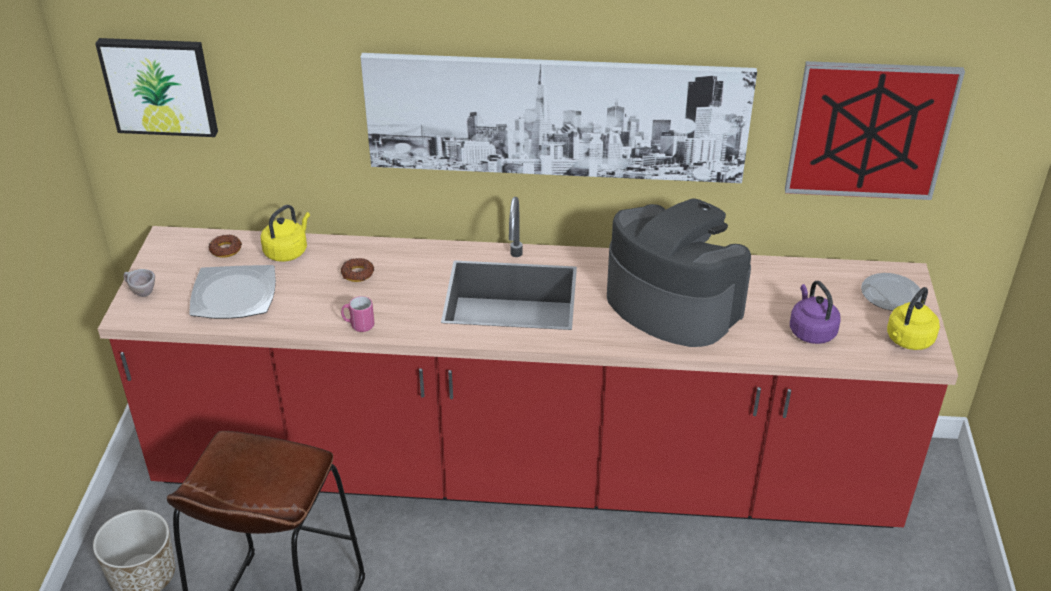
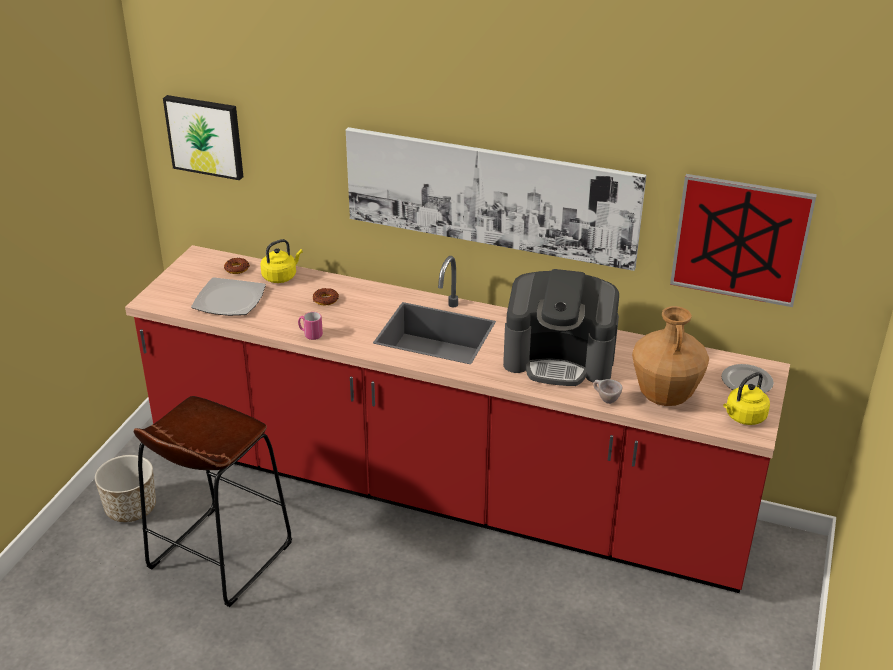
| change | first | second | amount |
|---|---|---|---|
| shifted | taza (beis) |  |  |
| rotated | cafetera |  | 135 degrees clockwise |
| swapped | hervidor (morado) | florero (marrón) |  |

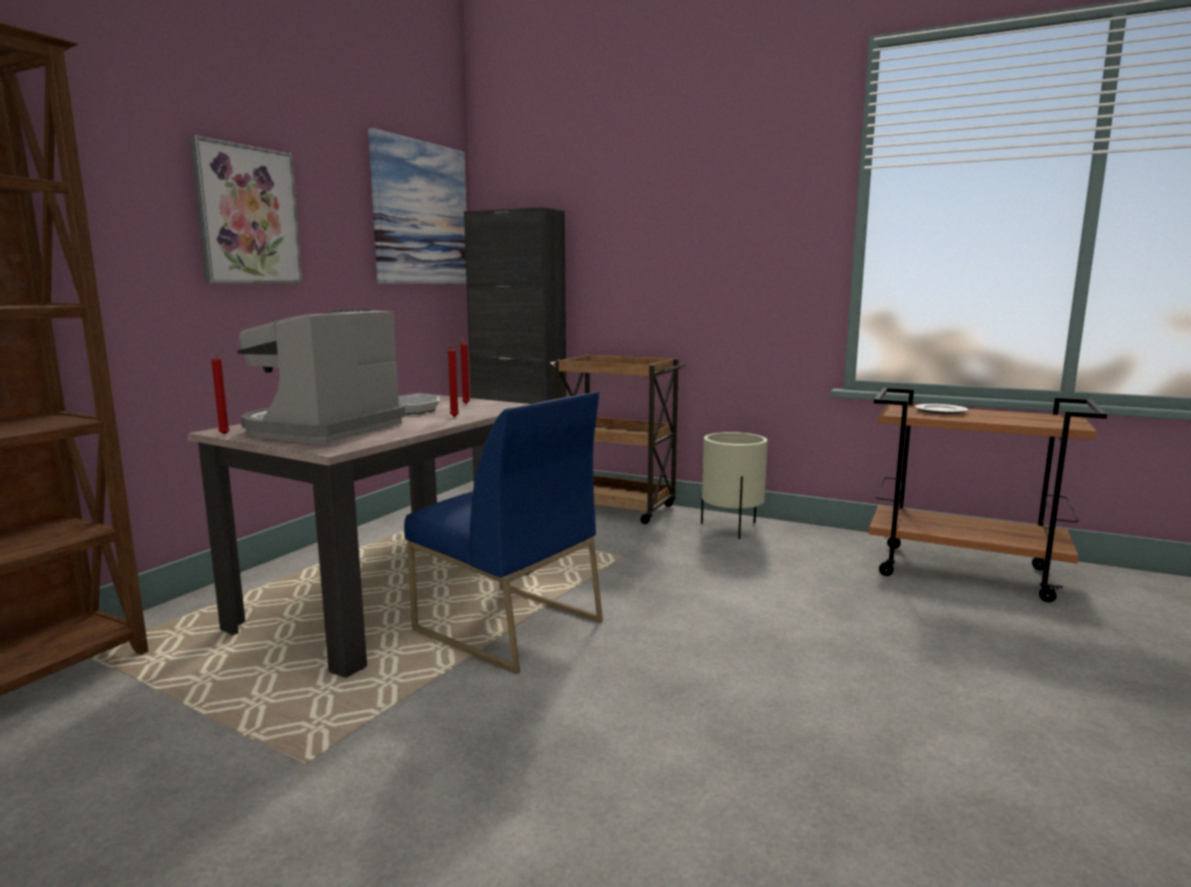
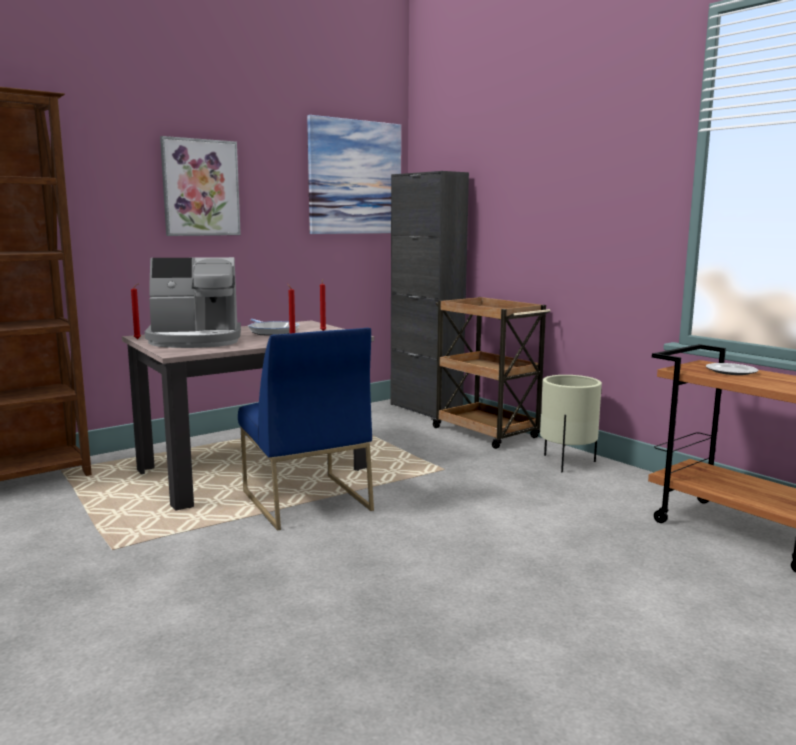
| change | first | second | amount |
|---|---|---|---|
| rotated | cafetera |  | 150 degrees counterclockwise |

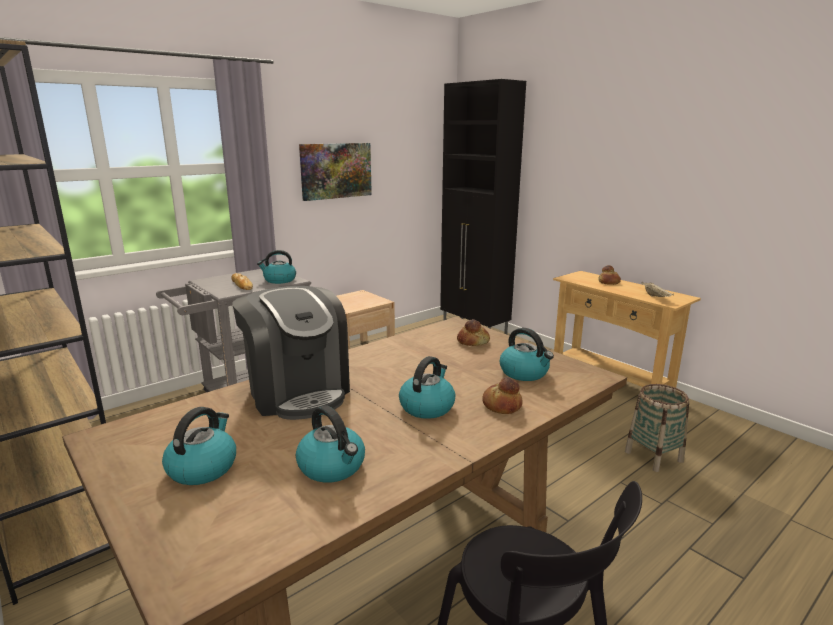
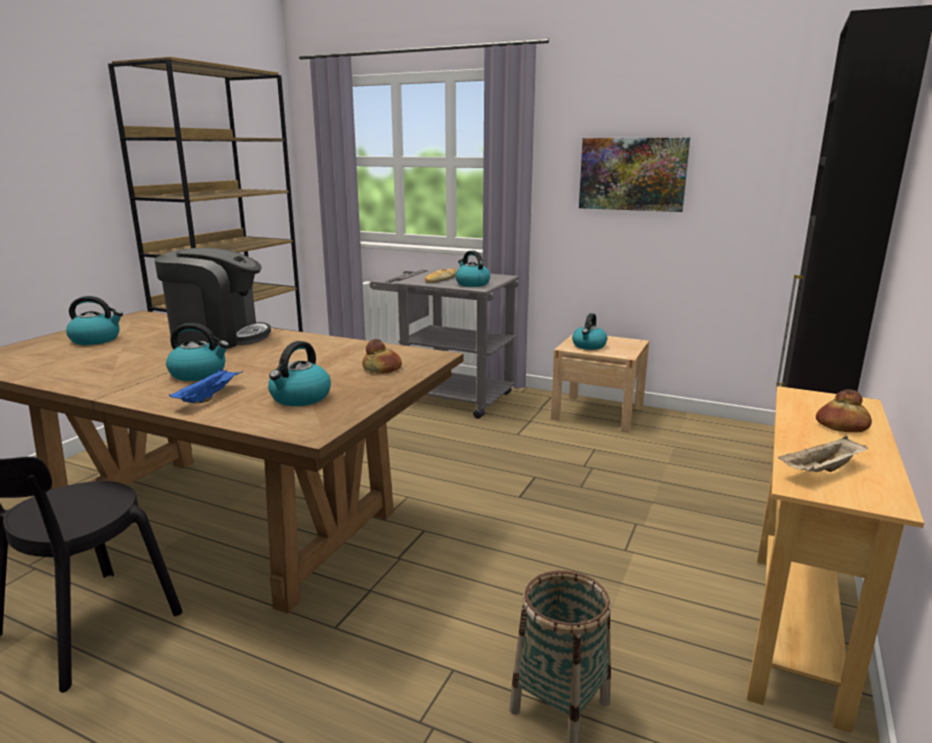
| change | first | second | amount |
|---|---|---|---|
| rotated | cafetera |  | 120 degrees counterclockwise |
| shifted | hervidor (no. 3 from left in the first image) | hervidor (no. 5 from left) |  |
| swapped | pan (no. 3 from left) | bandeja (azul) |  |

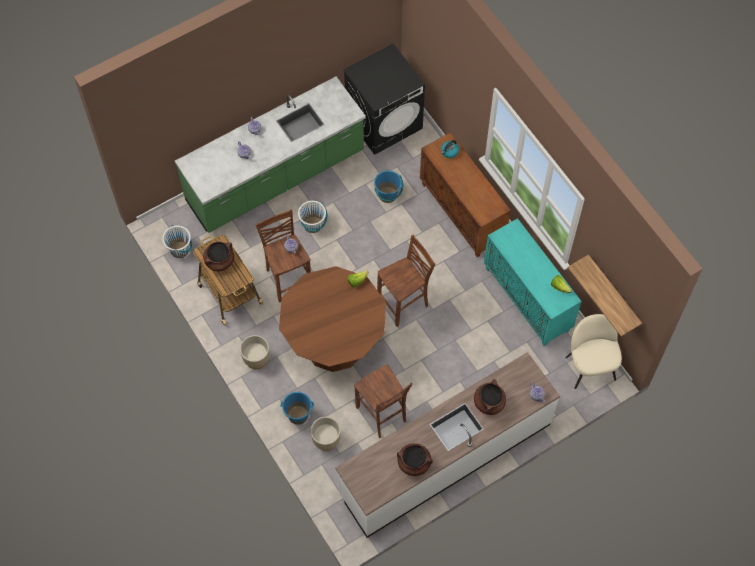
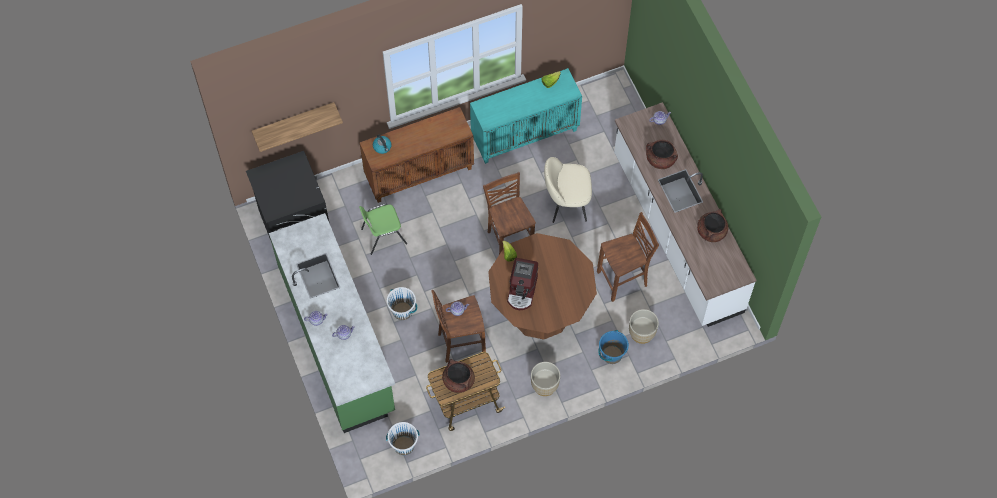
| change | first | second | amount |
|---|---|---|---|
| swapped | cubo (azul) (no. 2 from left) | silla (verde) |  |
| shifted | silla (beis) |  |  |
| shifted | estante |  |  |
| new |  | cafetera |  |

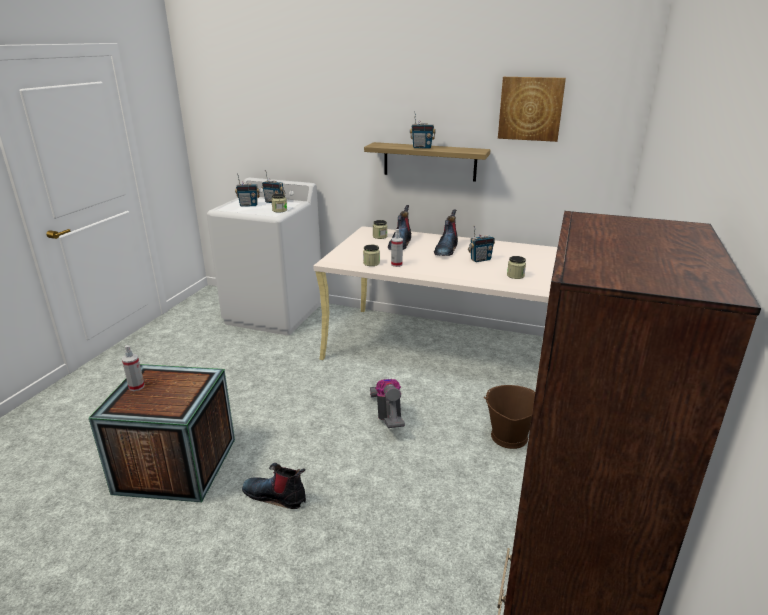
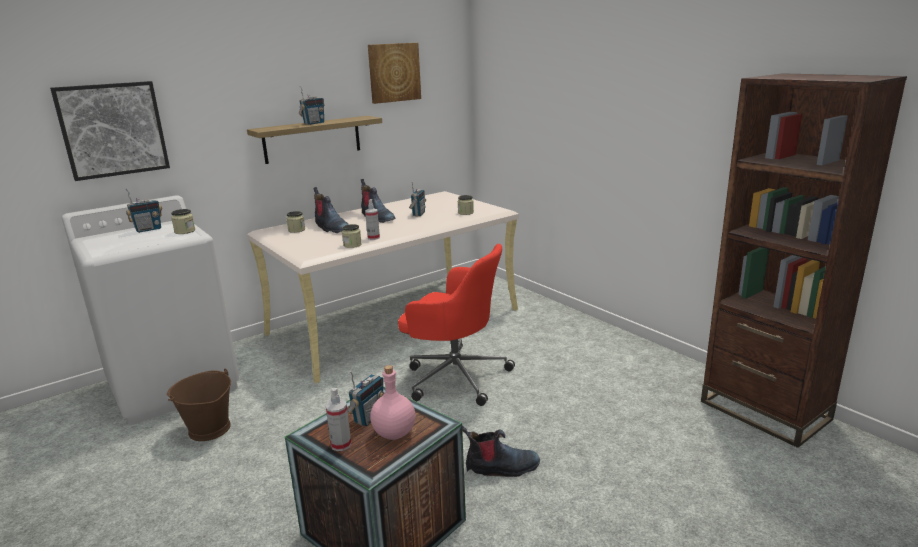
| change | first | second | amount |
|---|---|---|---|
| shifted | radio (no. 1 from left in the first image) | radio (no. 3 from left) |  |
| rotated | bota (no. 1 from left in the first image) | bota (no. 3 from left) | 150 degrees counterclockwise |
| swapped | aspiradora | silla de oficina (rojo) |  |
| shifted | cubo (marrón) |  |  |
| new |  | cuadro (no. 1 from left) |  |
| new |  | botella (rosa) |  |

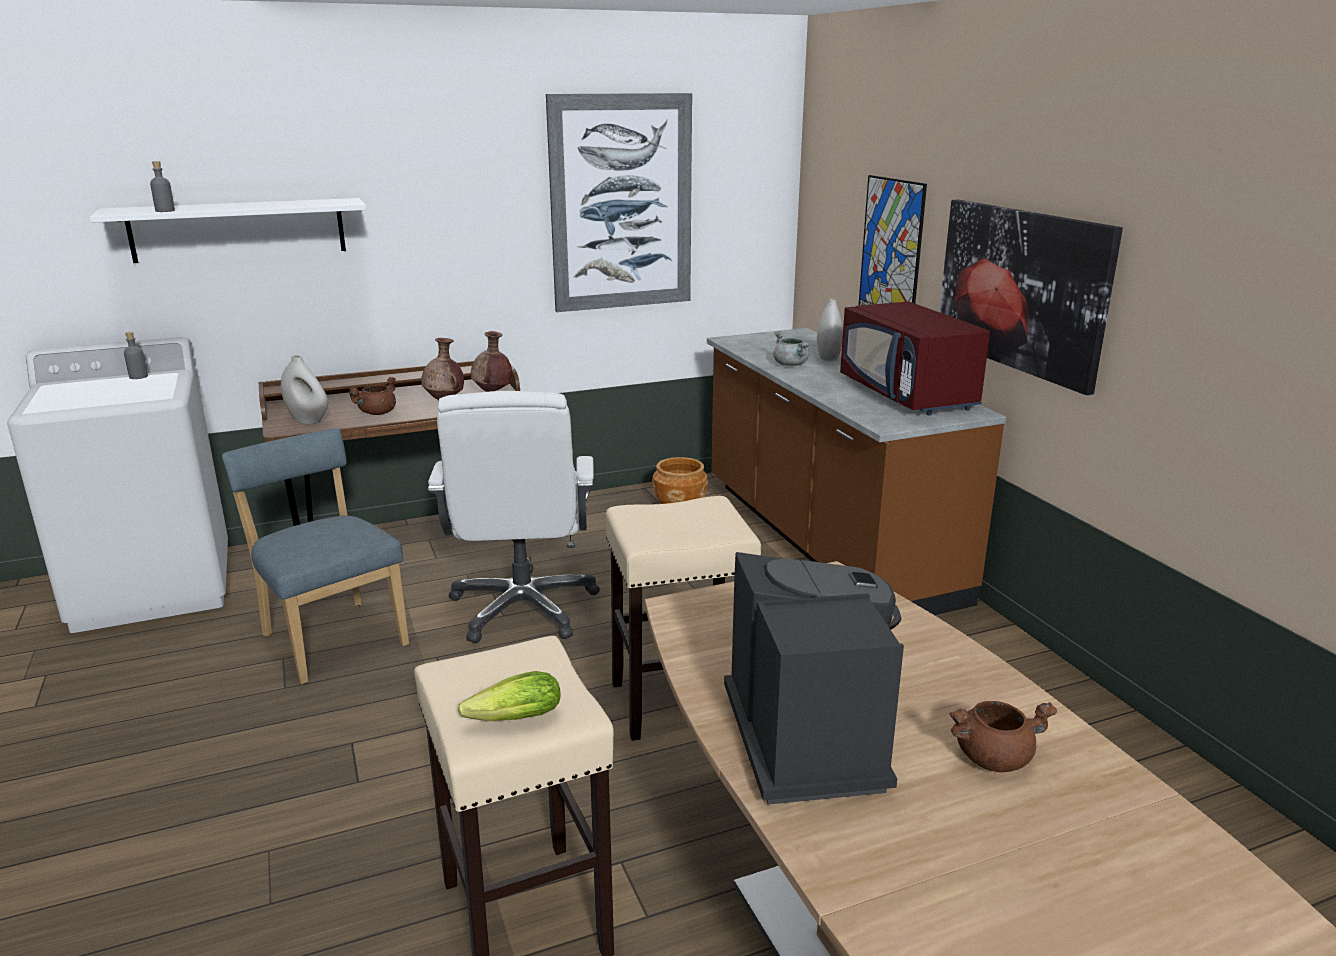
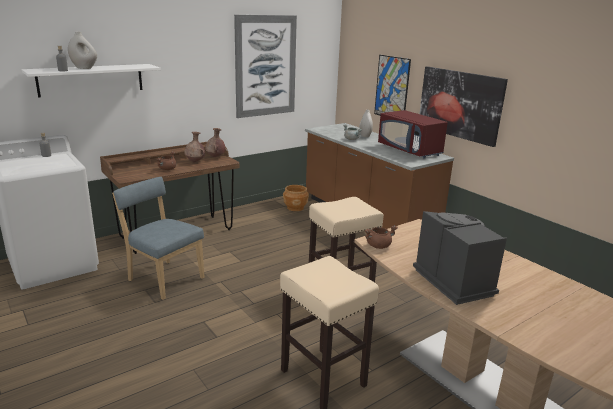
| change | first | second | amount |
|---|---|---|---|
| shifted | florero (blanco) (no. 1 from left) |  |  |
| gone | silla de oficina (blanco) |  |  |
| gone | lechuga |  |  |
| shifted | olla (marrón) (no. 2 from left) |  |  |

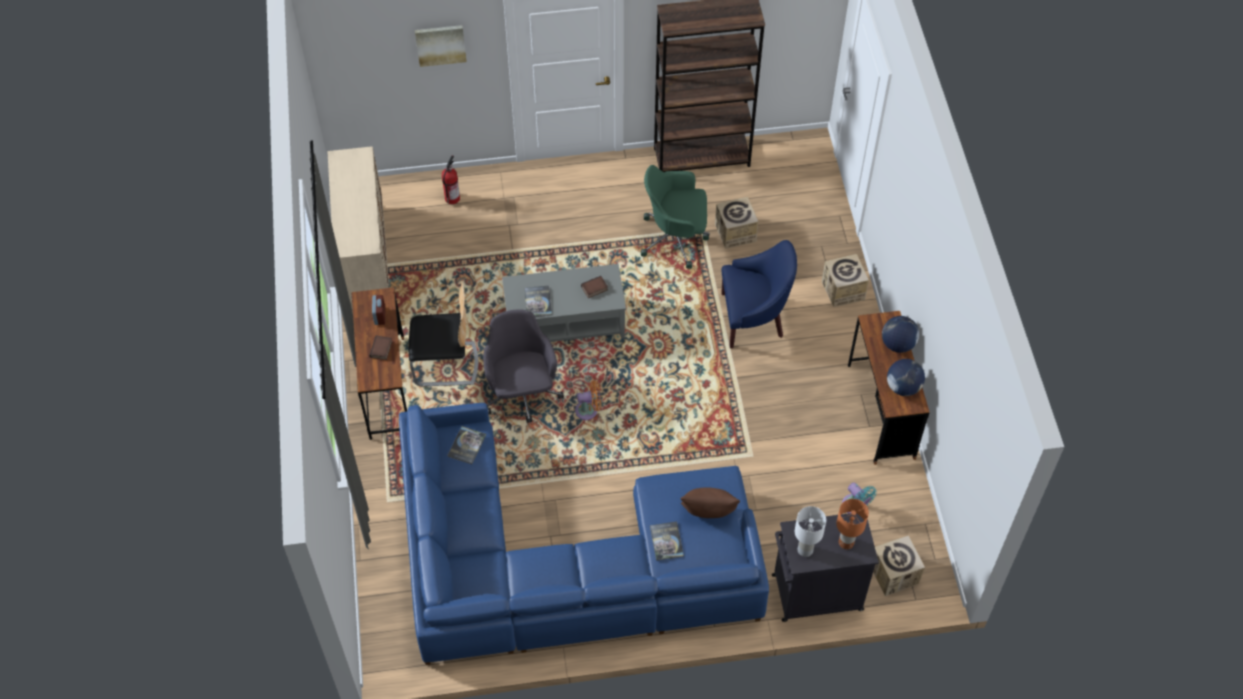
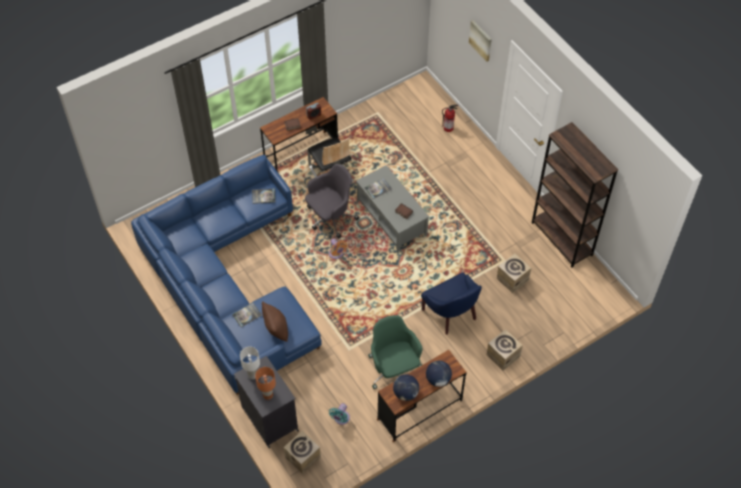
| change | first | second | amount |
|---|---|---|---|
| gone | armario (beis) |  |  |
| shifted | silla de oficina (verde) |  |  |

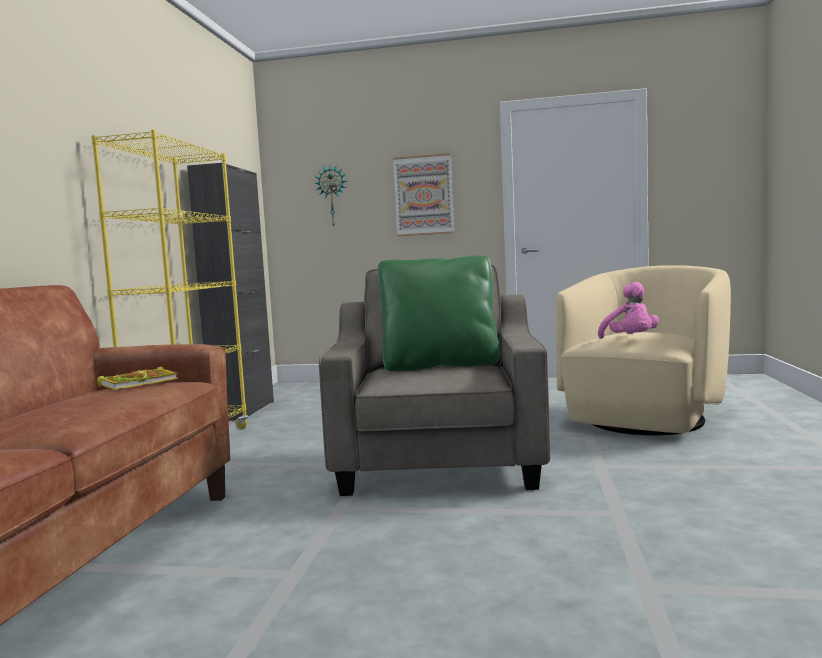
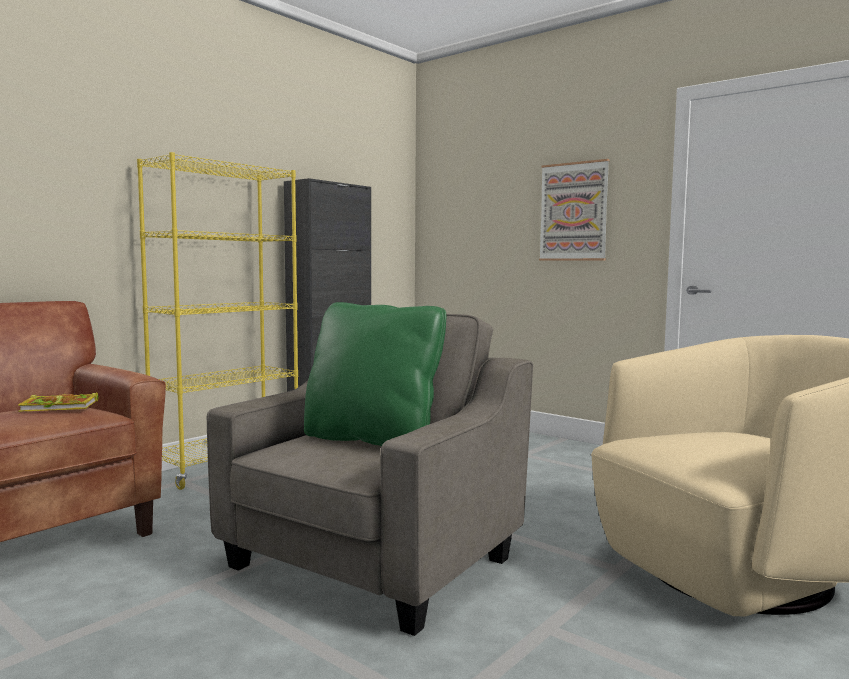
| change | first | second | amount |
|---|---|---|---|
| gone | reloj de pared |  |  |
| gone | peluche (rosa) |  |  |

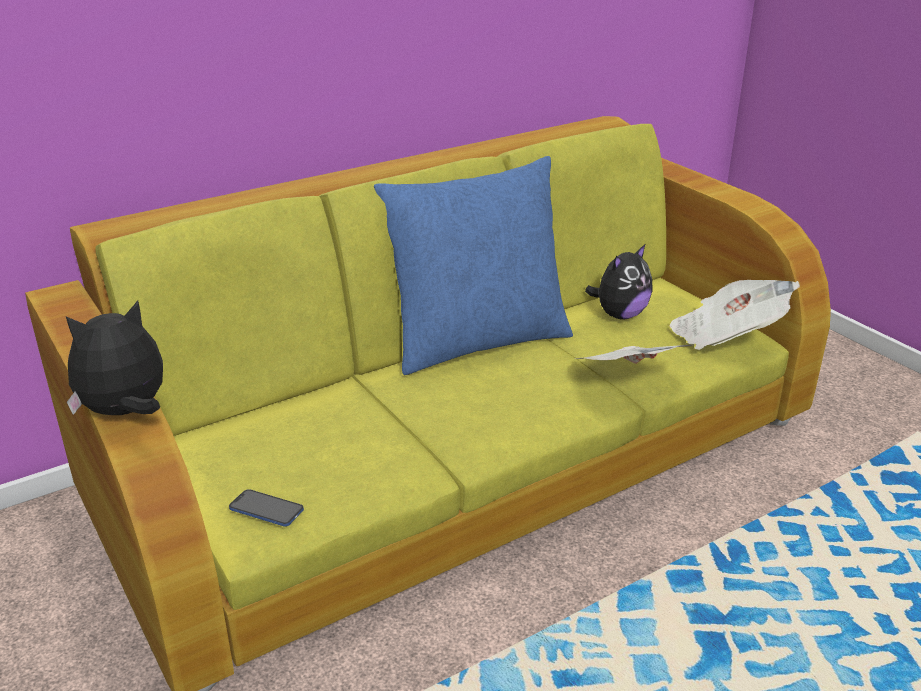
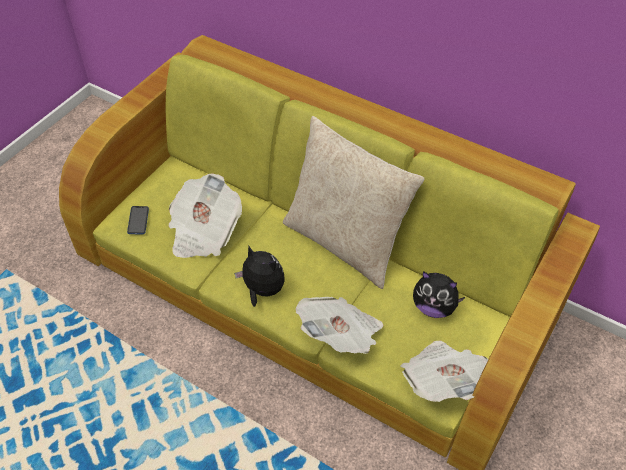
| change | first | second | amount |
|---|---|---|---|
| shifted | peluche (no. 1 from left) |  |  |
| repainted | cojín (azul) | cojín (beis) |  |
| new |  | periódico (no. 1 from left) |  |

